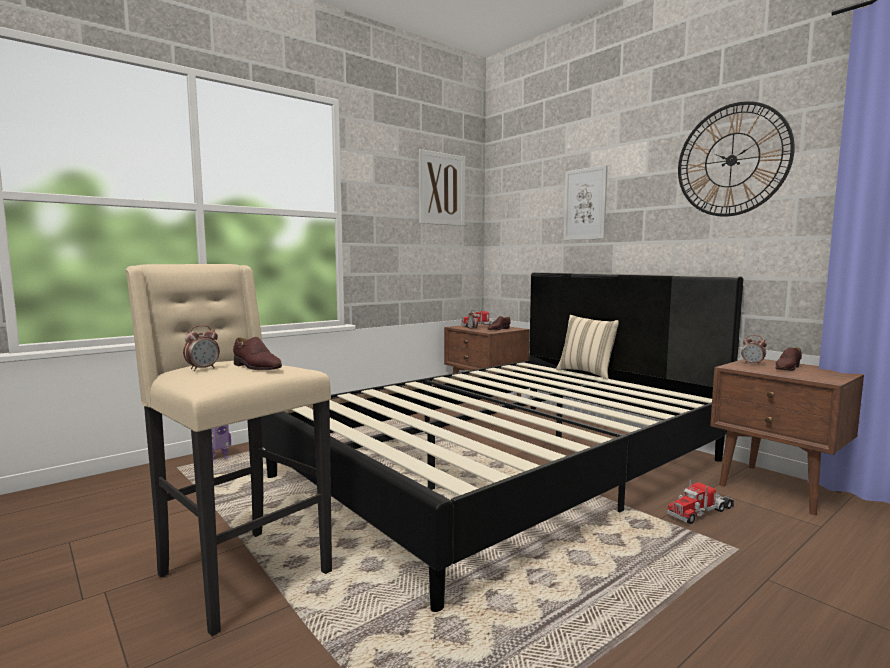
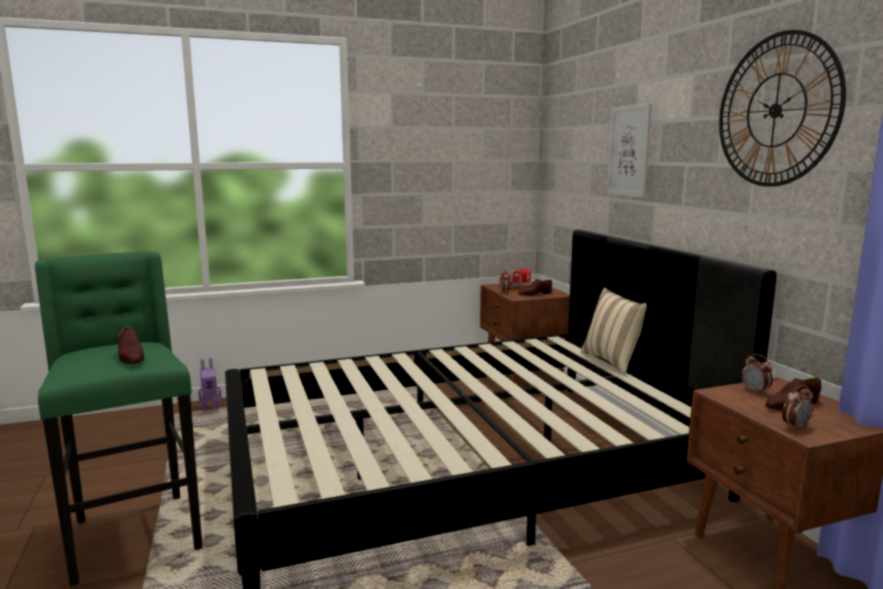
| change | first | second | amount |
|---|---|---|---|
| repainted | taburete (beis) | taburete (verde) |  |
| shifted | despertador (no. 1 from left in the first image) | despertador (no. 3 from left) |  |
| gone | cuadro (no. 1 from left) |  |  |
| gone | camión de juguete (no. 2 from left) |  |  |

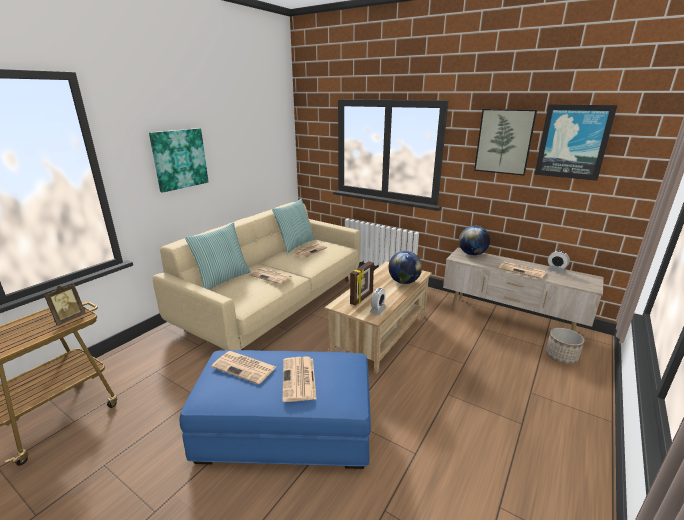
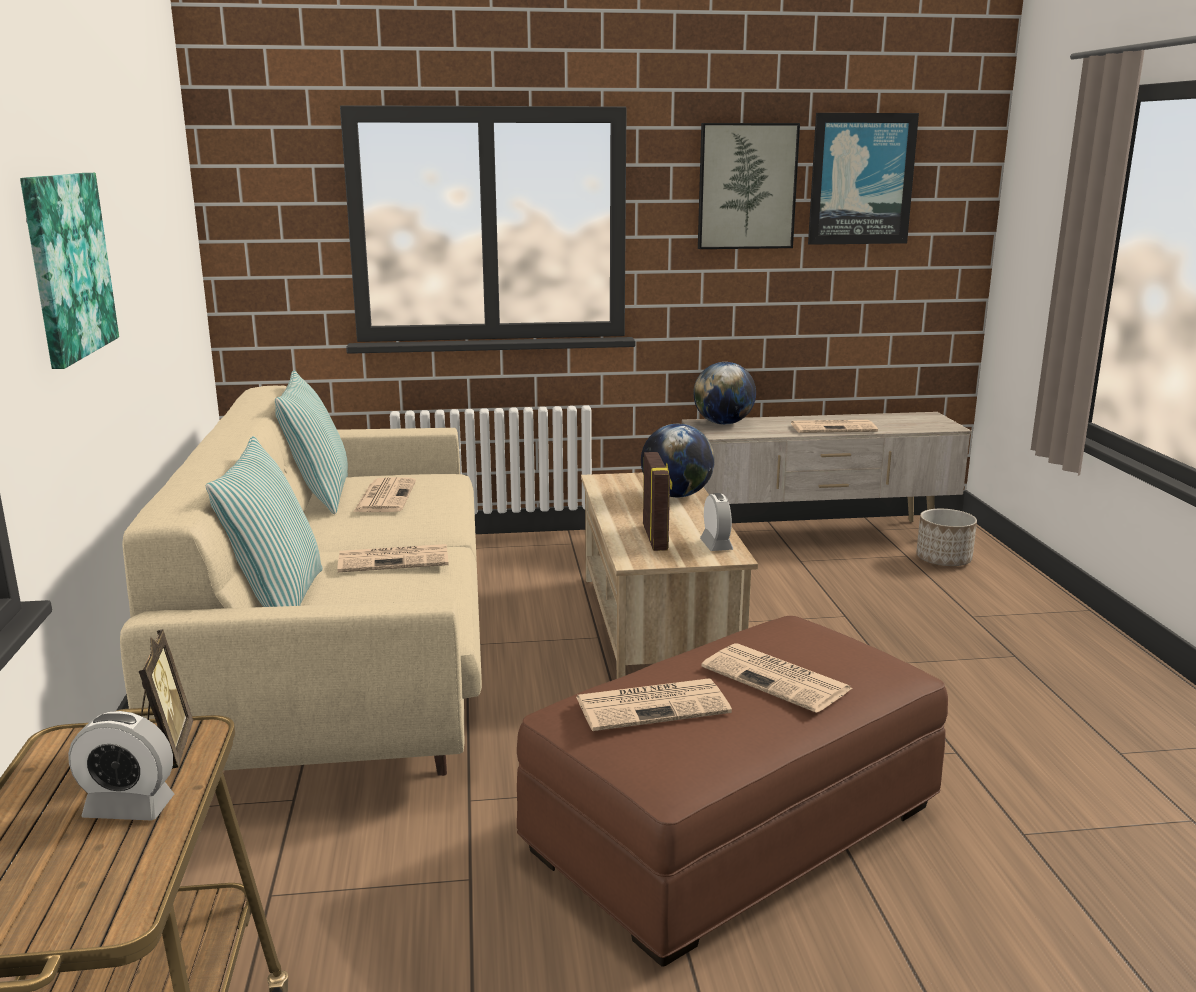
| change | first | second | amount |
|---|---|---|---|
| repainted | puf (azul) | puf (marrón) |  |
| shifted | despertador (no. 2 from left in the first image) | despertador (no. 1 from left) |  |

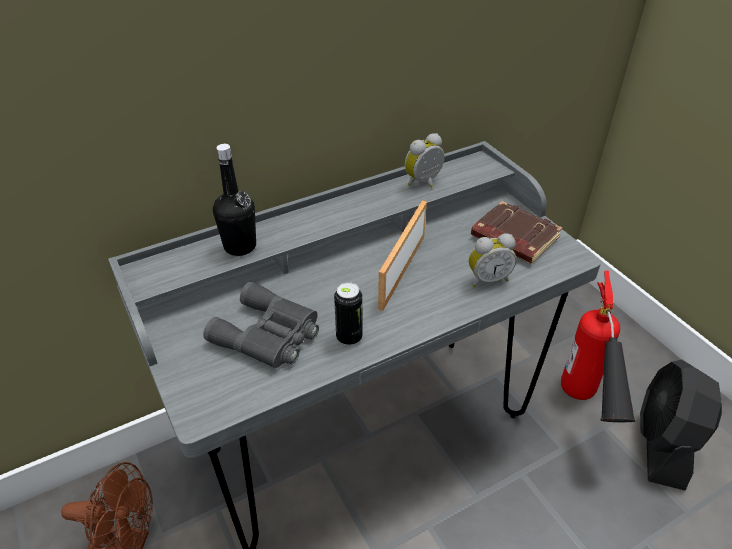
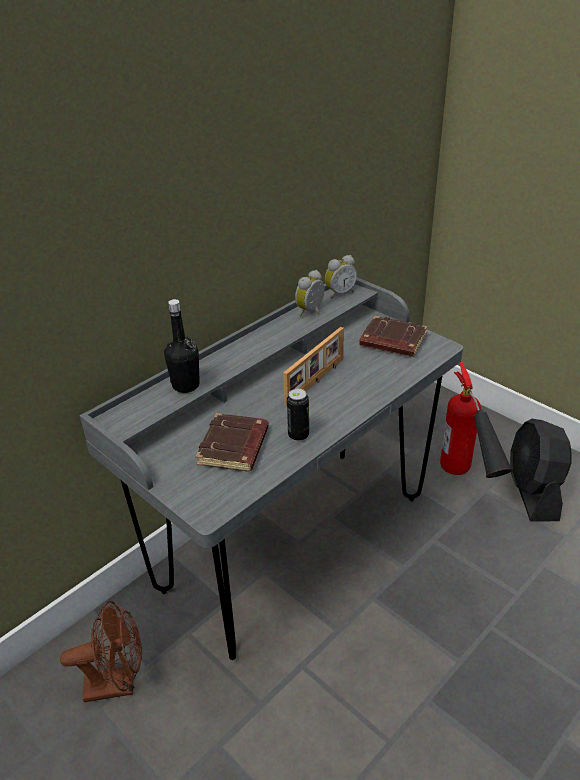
| change | first | second | amount |
|---|---|---|---|
| swapped | prismáticos (gris) | libro (marrón) (no. 1 from left) |  |
| rotated | portarretratos |  | 150 degrees counterclockwise |
| shifted | despertador (no. 2 from left) |  |  |

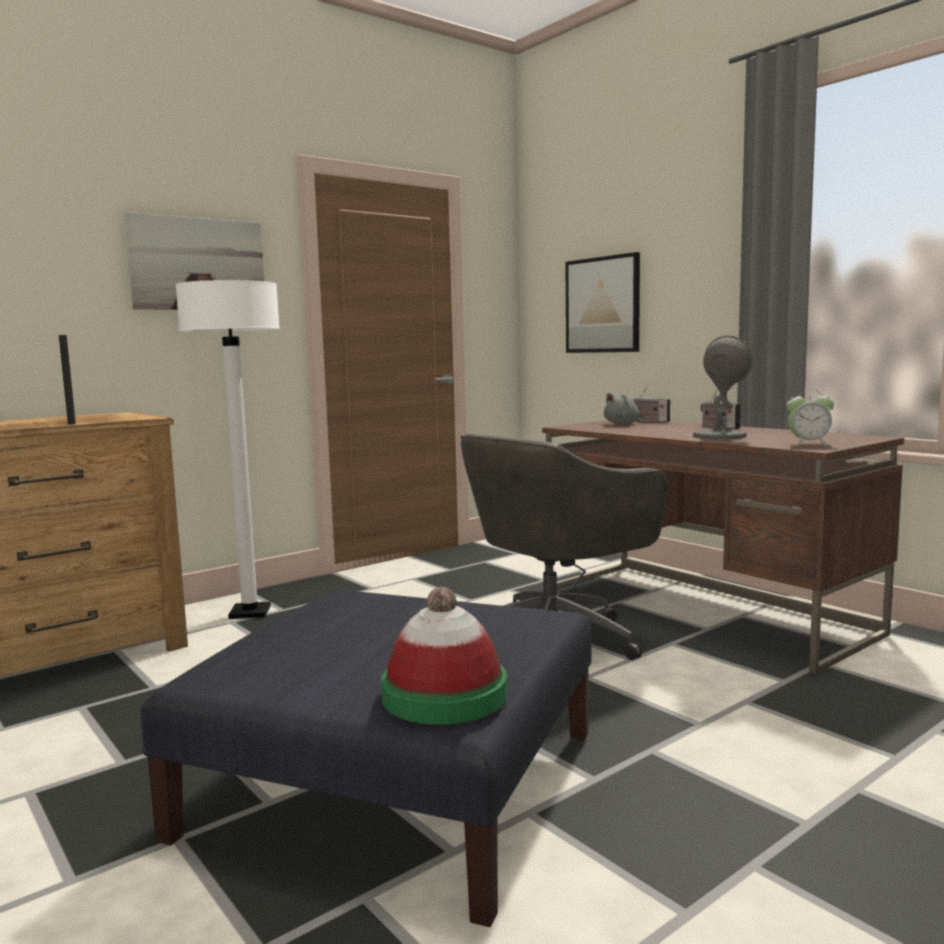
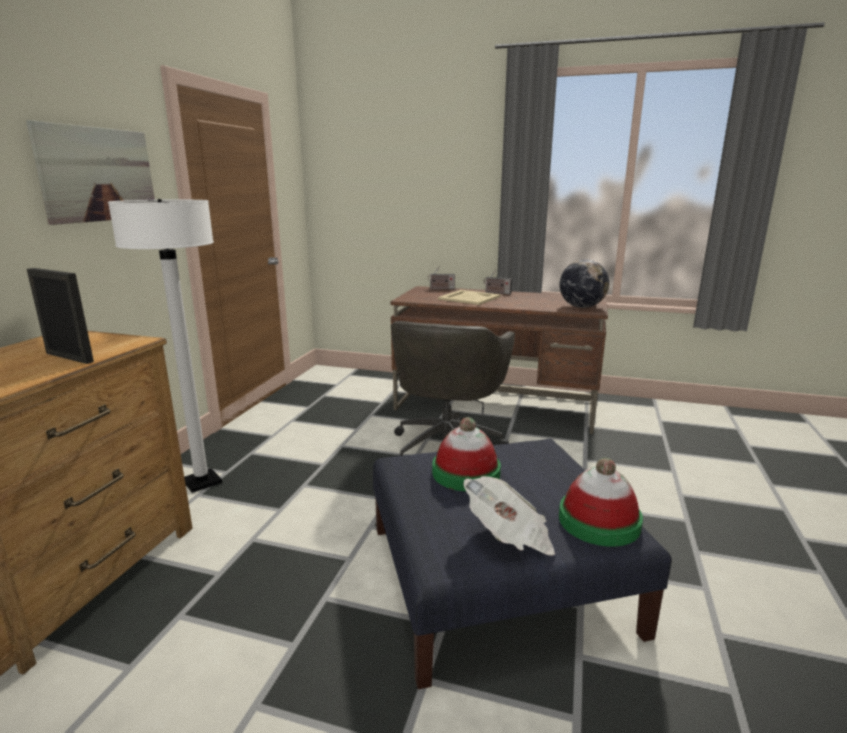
| change | first | second | amount |
|---|---|---|---|
| gone | cuadro (no. 2 from left) |  |  |
| gone | peluche (gris) |  |  |
| gone | lámpara de mesa (gris) |  |  |
| swapped | despertador | globo terráqueo |  |
| new |  | sombrero (no. 1 from left) |  |
| new |  | bandeja (beis) |  |
| new |  | periódico |  |

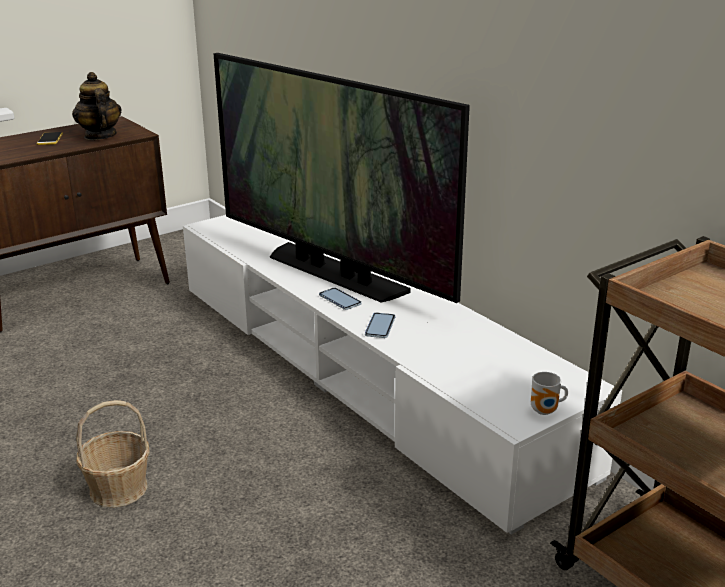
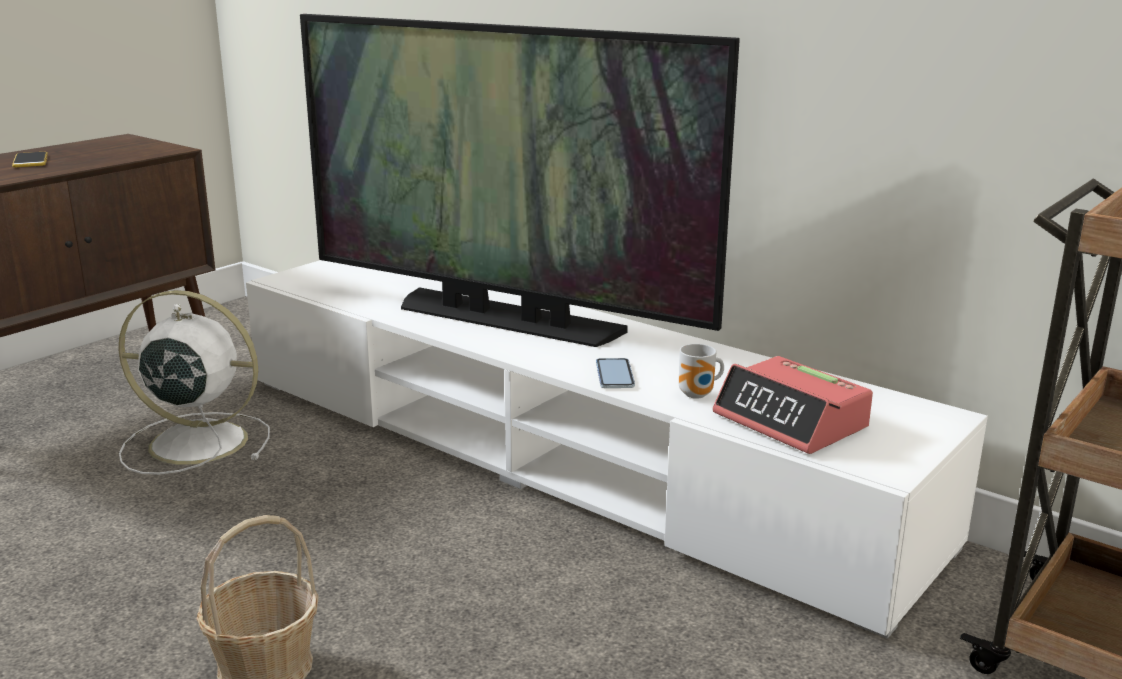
| change | first | second | amount |
|---|---|---|---|
| gone | tetera |  |  |
| gone | móvil (no. 2 from left) |  |  |
| shifted | taza grande |  |  |
| new |  | ventilador (blanco) |  |
| new |  | despertador |  |

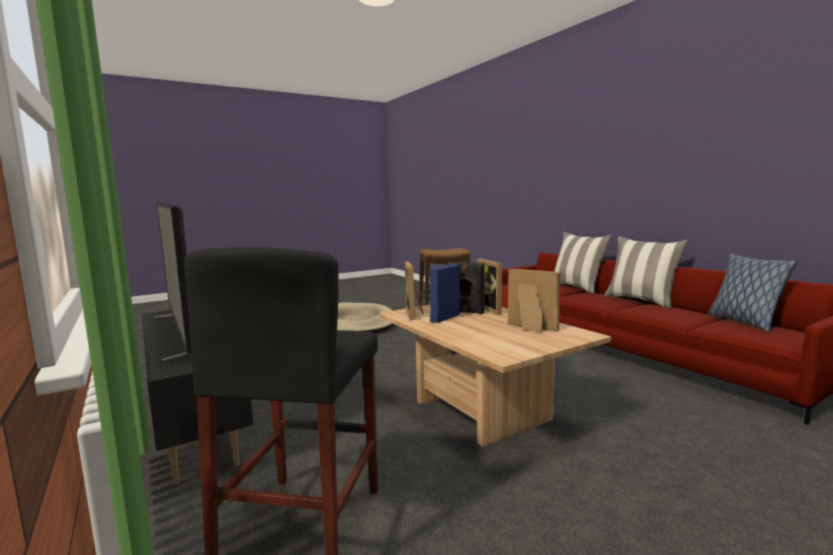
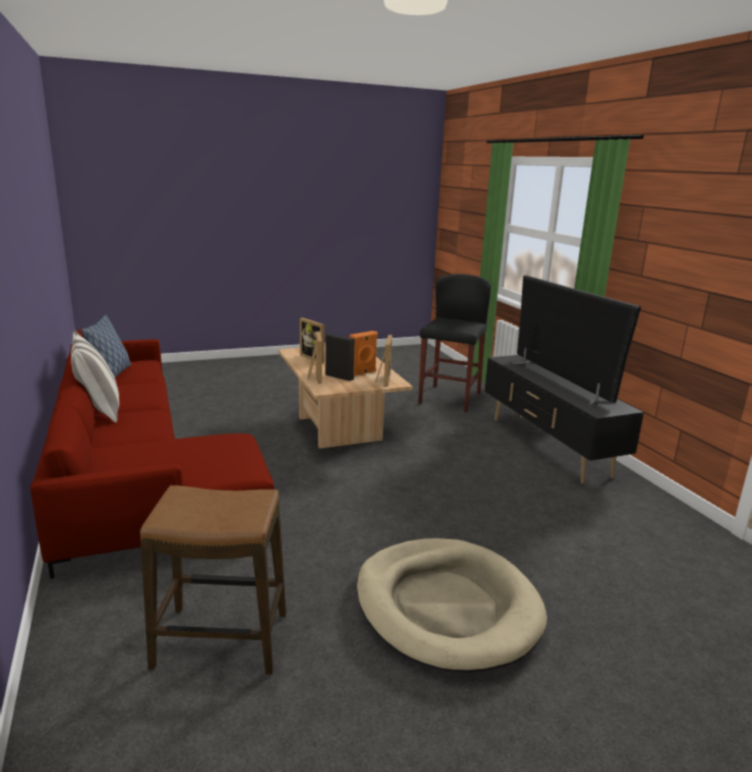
| change | first | second | amount |
|---|---|---|---|
| repainted | altavoz (azul) | altavoz (naranja) |  |
| gone | cojín (no. 1 from left) |  |  |

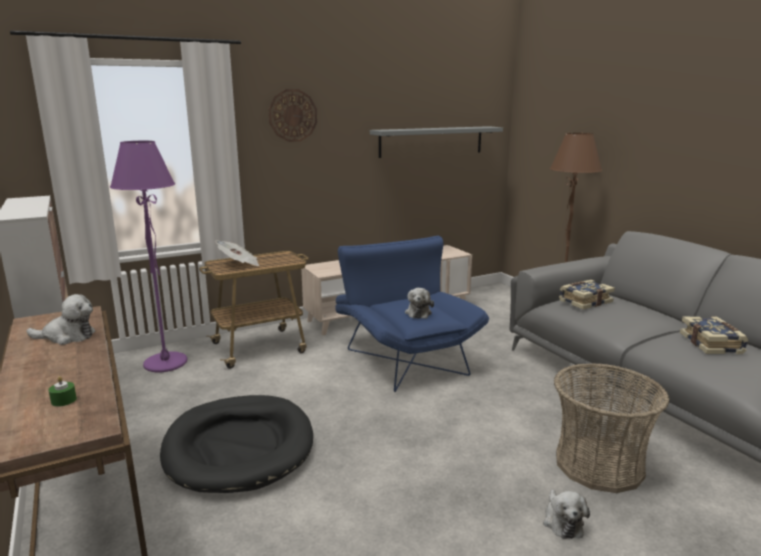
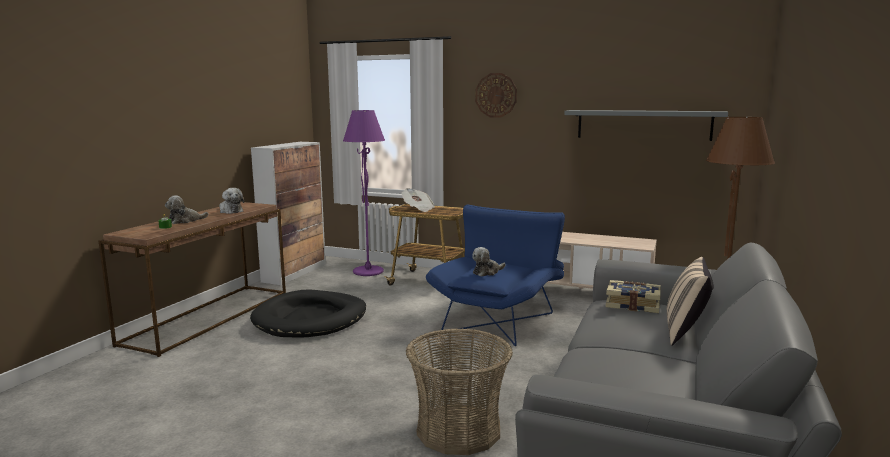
| change | first | second | amount |
|---|---|---|---|
| shifted | peluche (no. 3 from left in the first image) | peluche (no. 1 from left) |  |
| gone | libro (no. 2 from left) |  |  |
| new |  | cojín (beis) |  |

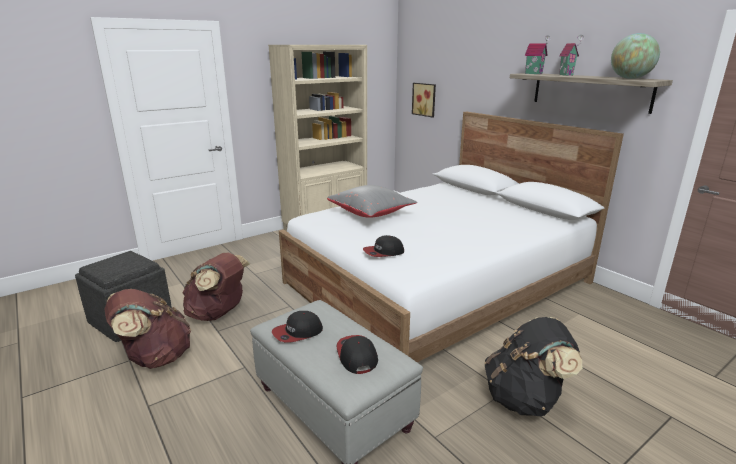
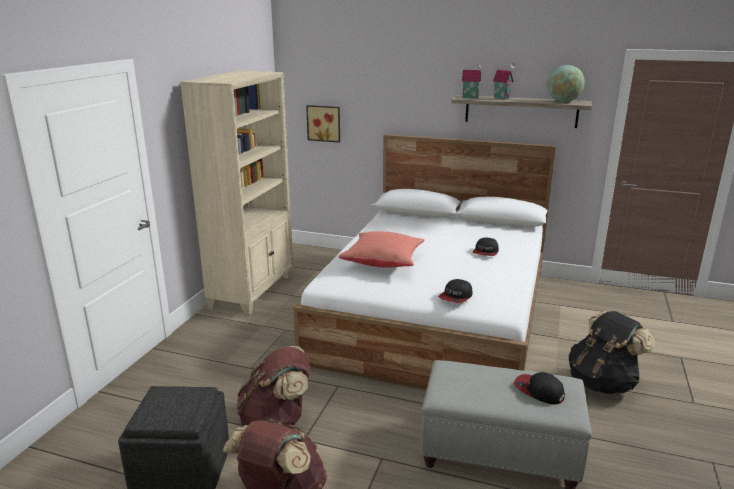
| change | first | second | amount |
|---|---|---|---|
| shifted | gorra (no. 1 from left in the first image) | gorra (no. 2 from left) |  |
| repainted | cojín (gris) | cojín (rojo) |  |

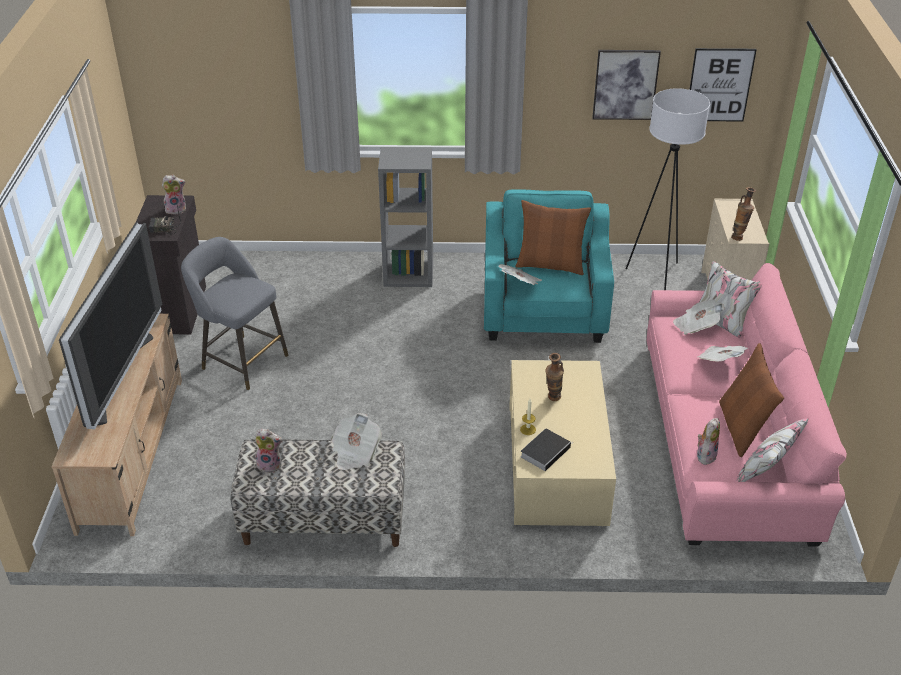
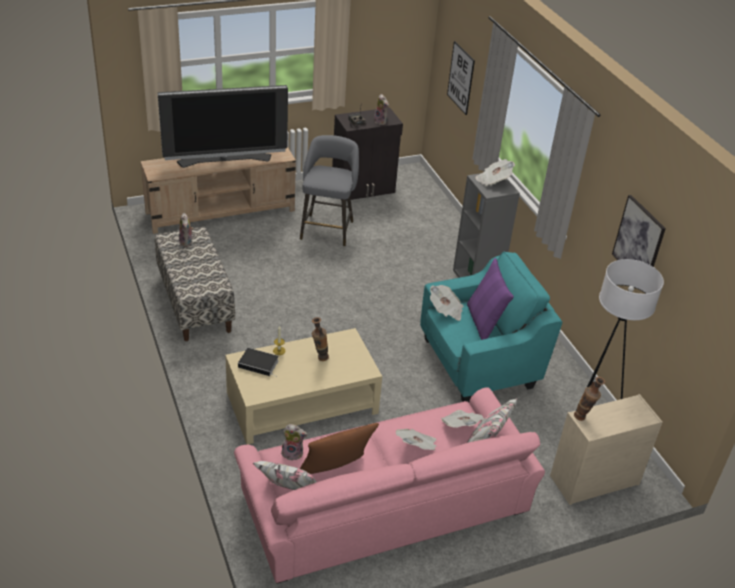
| change | first | second | amount |
|---|---|---|---|
| shifted | periódico (no. 1 from left in the first image) | periódico (no. 4 from left) |  |
| repainted | cojín (marrón) (no. 1 from left) | cojín (morado) |  |
| shifted | cuadro (no. 2 from left in the first image) | cuadro (no. 1 from left) |  |

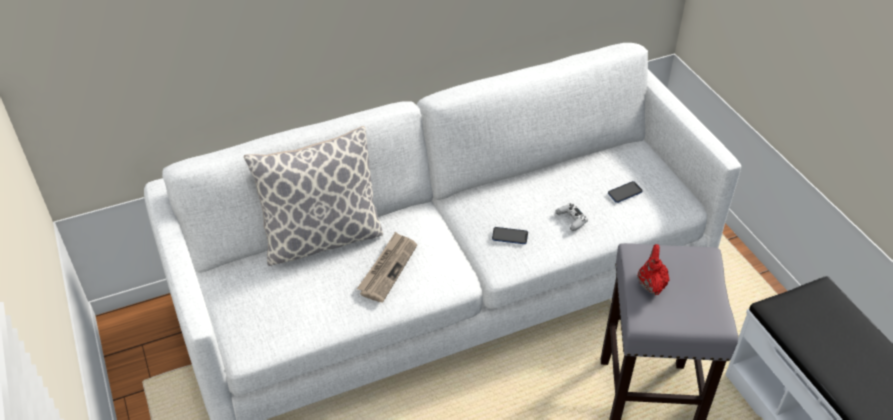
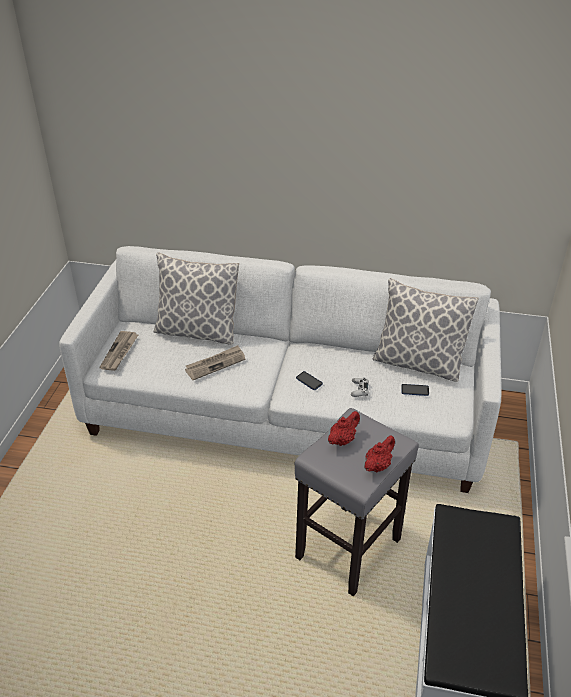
| change | first | second | amount |
|---|---|---|---|
| new |  | periódico (no. 1 from left) |  |
| new |  | tetera (rojo) (no. 2 from left) |  |
| new |  | cojín (no. 2 from left) |  |

